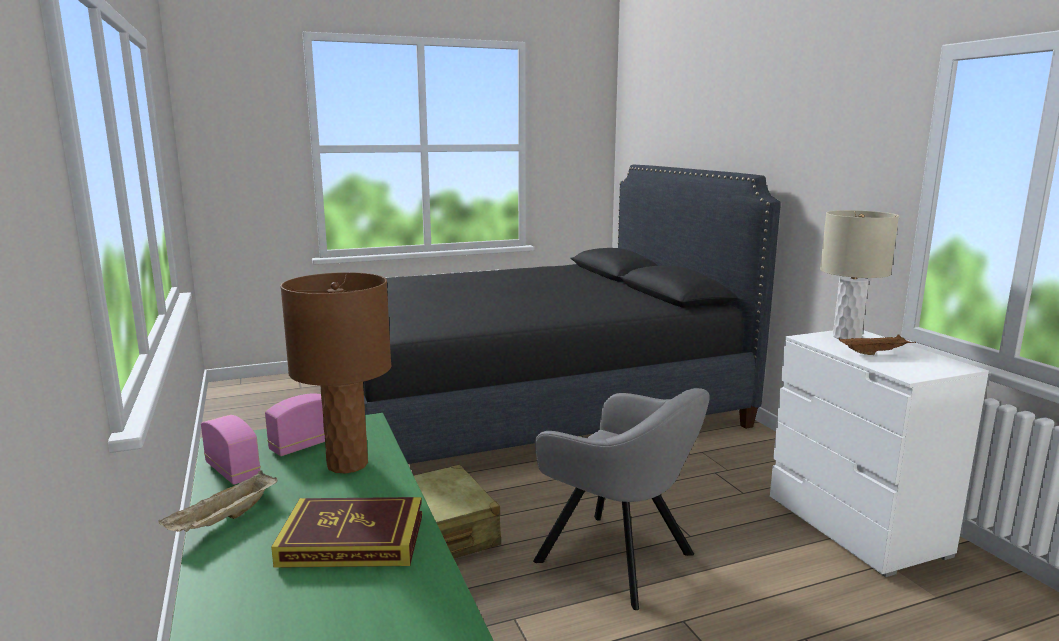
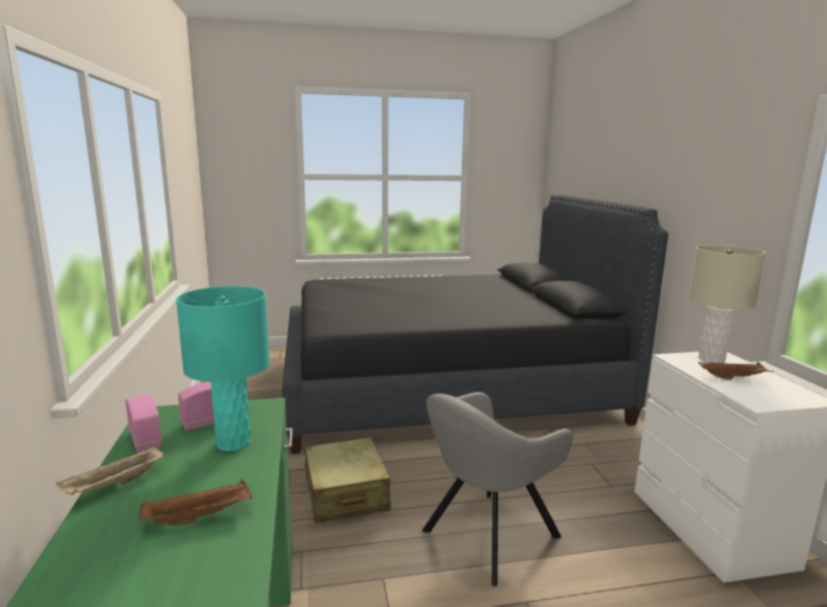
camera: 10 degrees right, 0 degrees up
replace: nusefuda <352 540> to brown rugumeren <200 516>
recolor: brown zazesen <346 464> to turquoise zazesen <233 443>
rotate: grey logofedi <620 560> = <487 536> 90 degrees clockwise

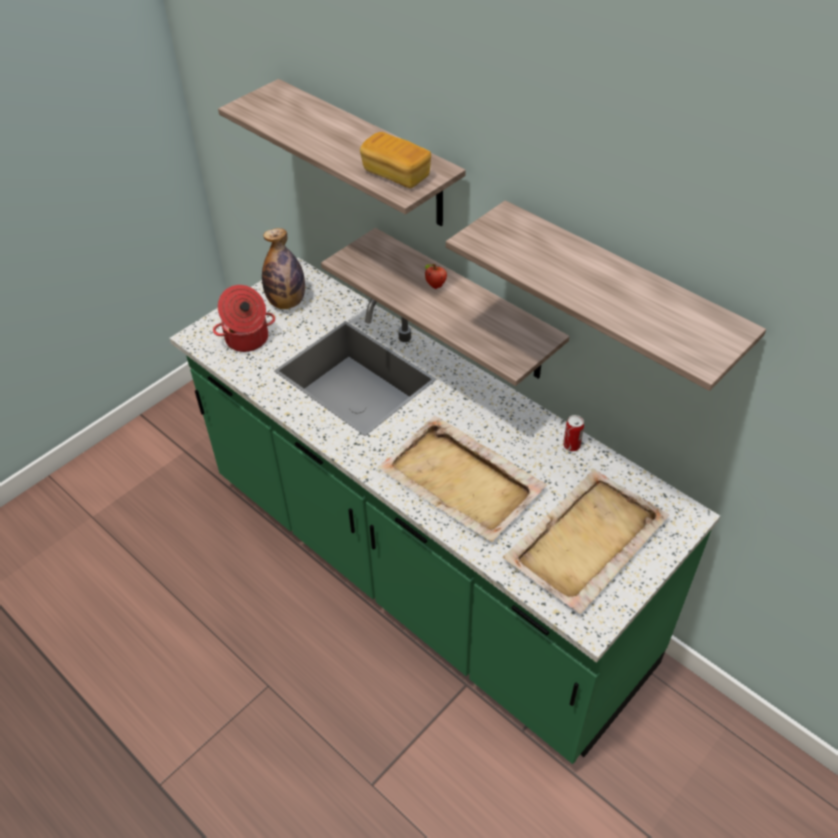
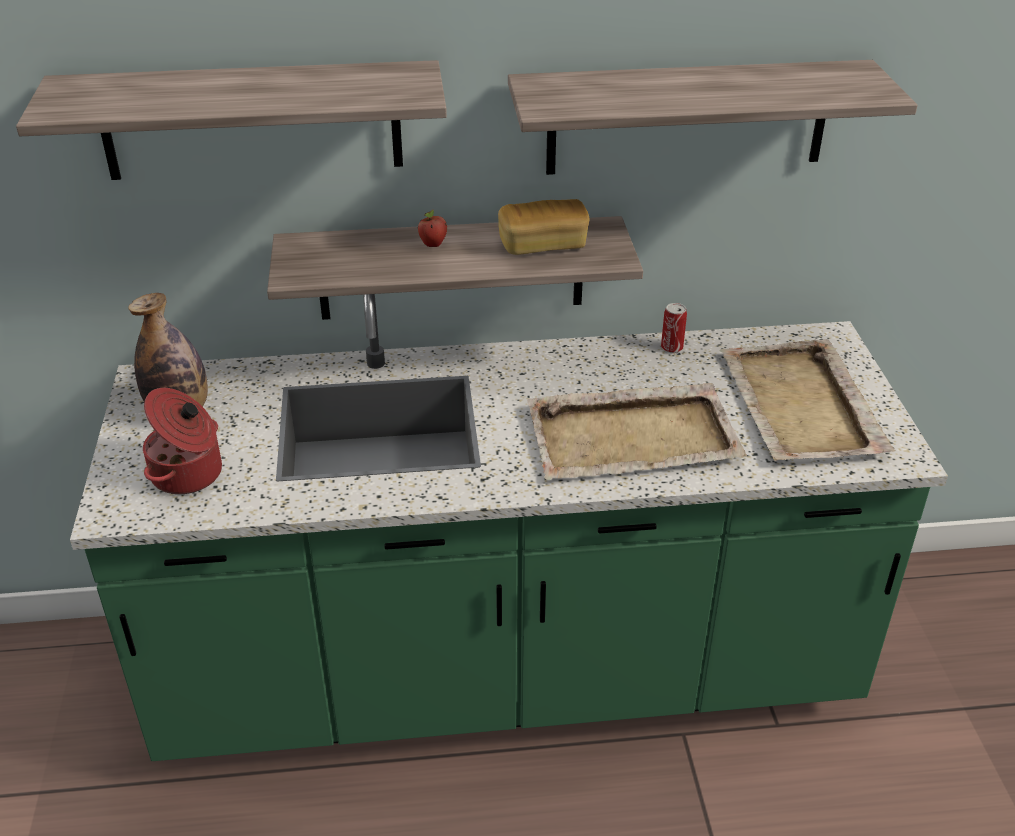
camera: 50 degrees left, 10 degrees down
move: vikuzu <396 174> to <543 245>

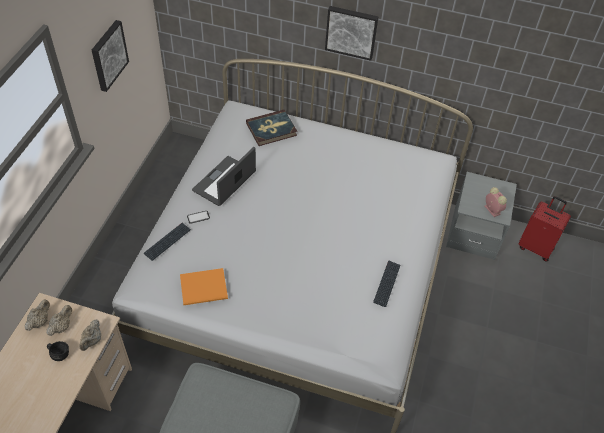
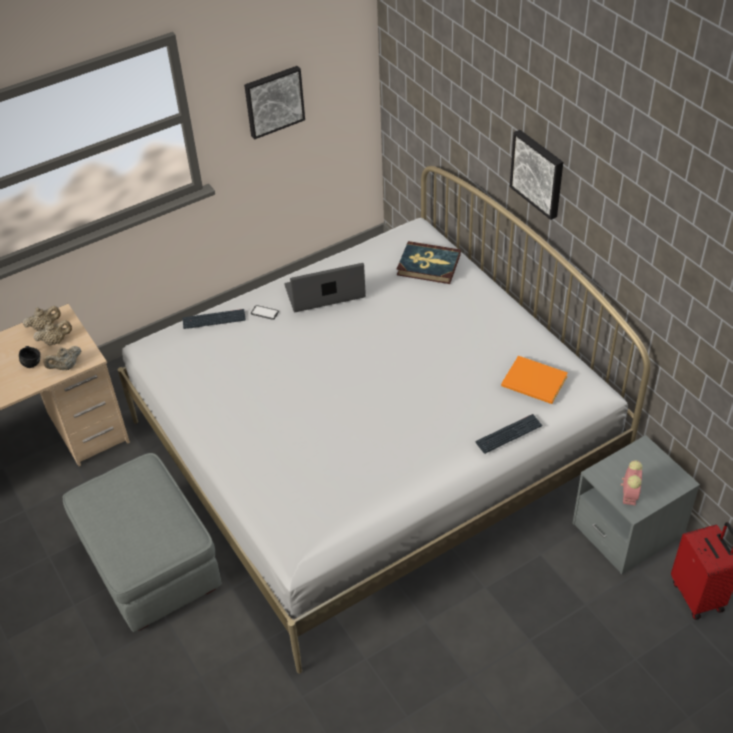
camera: 45 degrees right, 5 degrees down
move: orange nusefuda <205 288> to <535 383>; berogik <386 284> to <509 434>

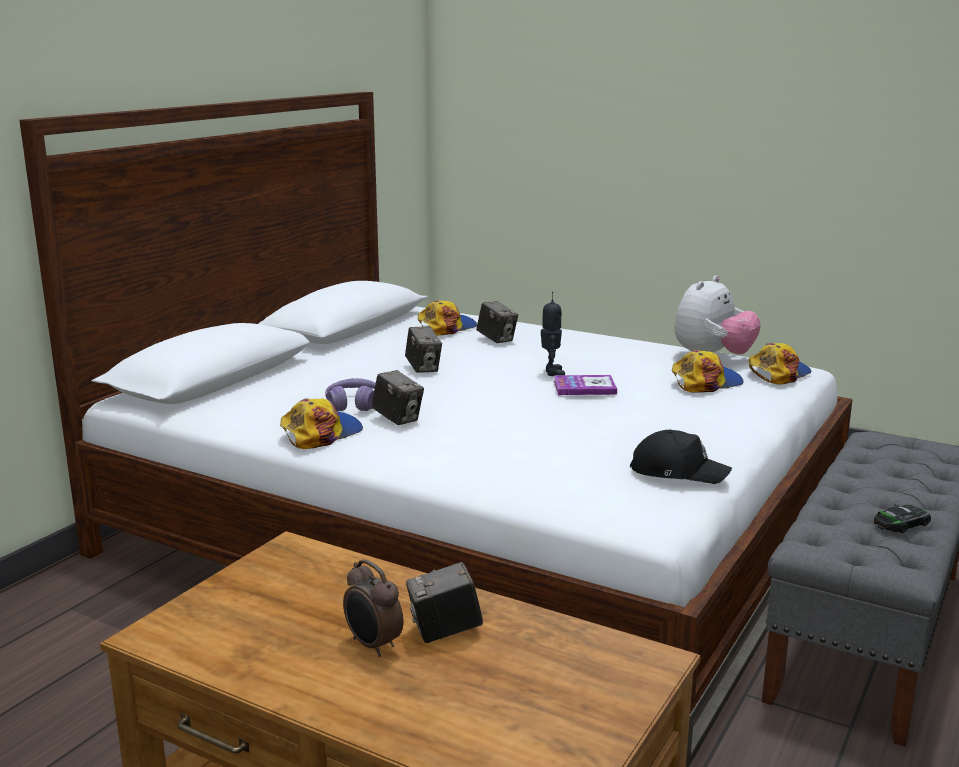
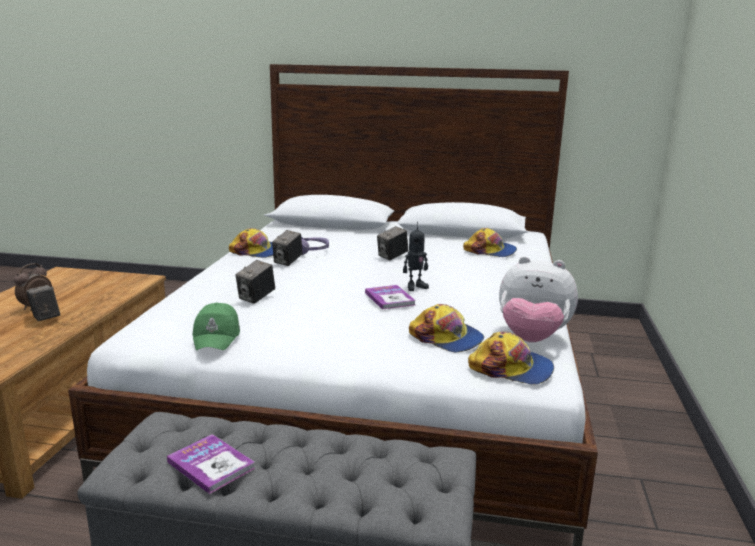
camera: 70 degrees right, 0 degrees up
move: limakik <497 339> to <256 298>
replace: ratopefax <901 524> to nusefuda <211 465>
recolor: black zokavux <677 471> to green zokavux <217 336>

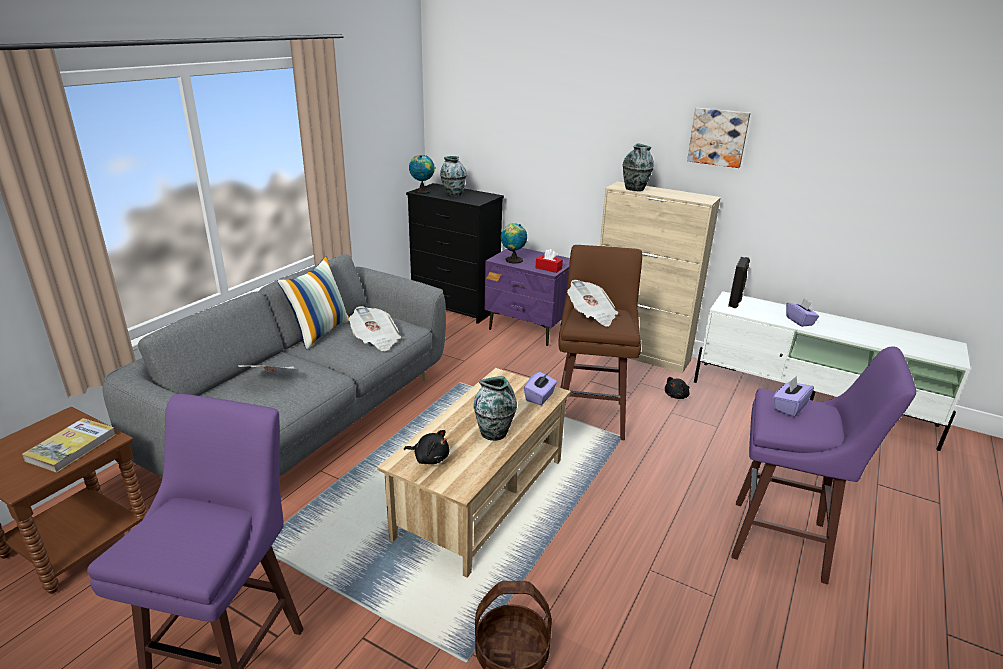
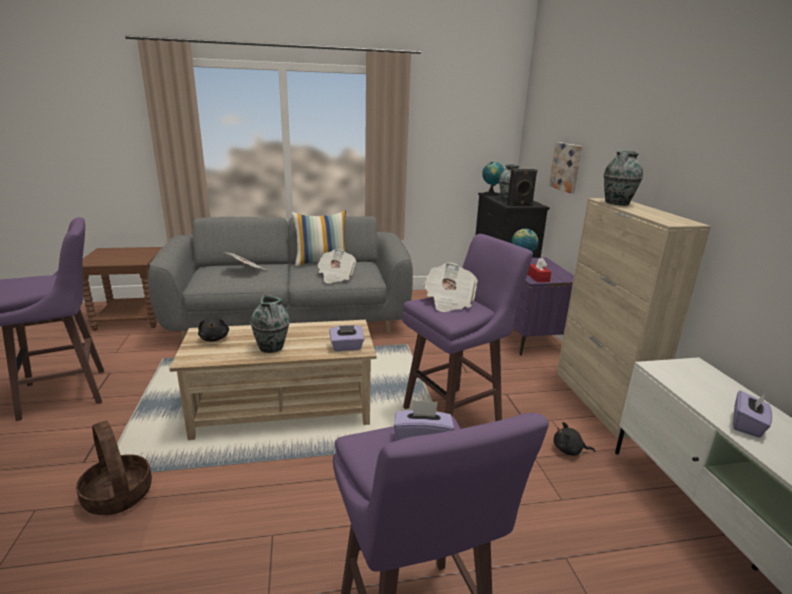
camera: 50 degrees right, 5 degrees down
delete: nusefuda <71 447>
move: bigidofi <718 137> to <567 167>; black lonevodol <735 302> to <520 205>
recolor: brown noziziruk <590 416> to purple noziziruk <454 414>

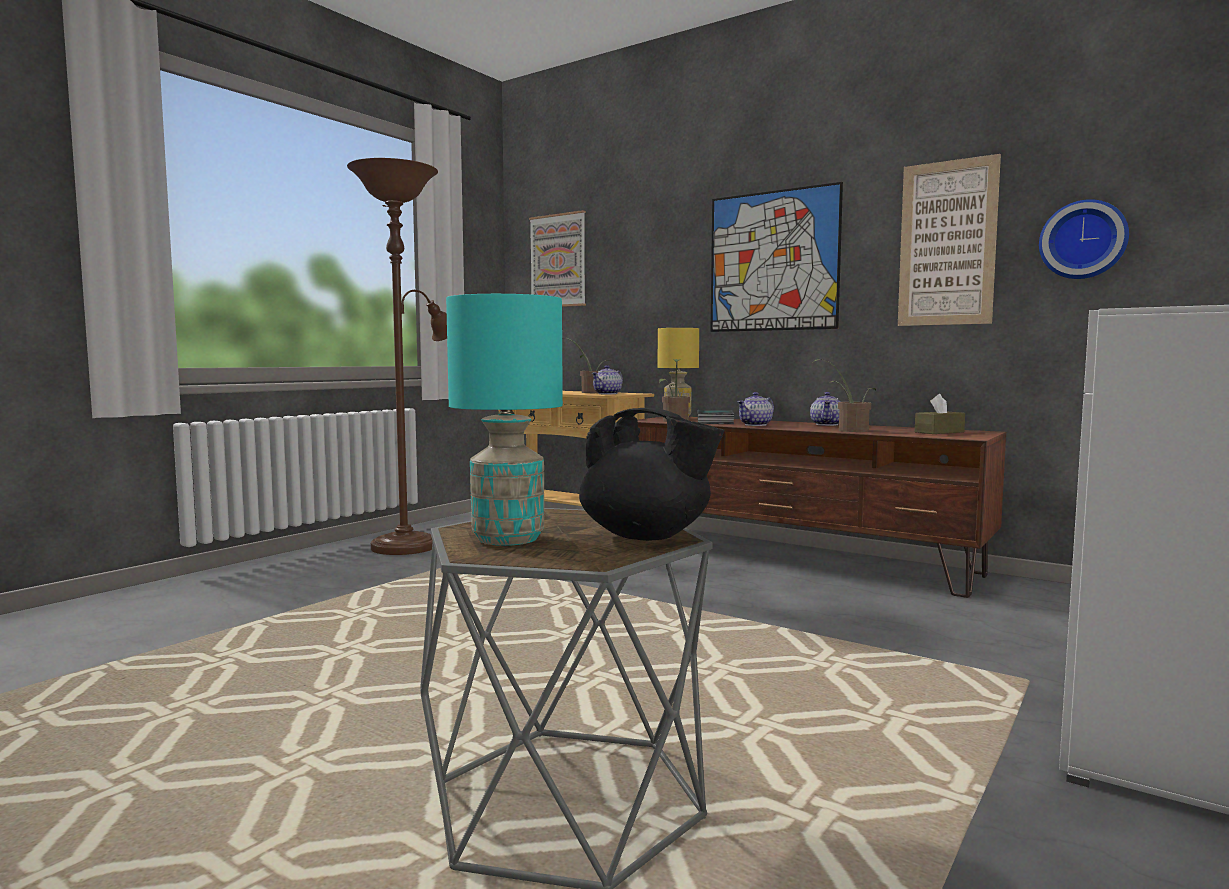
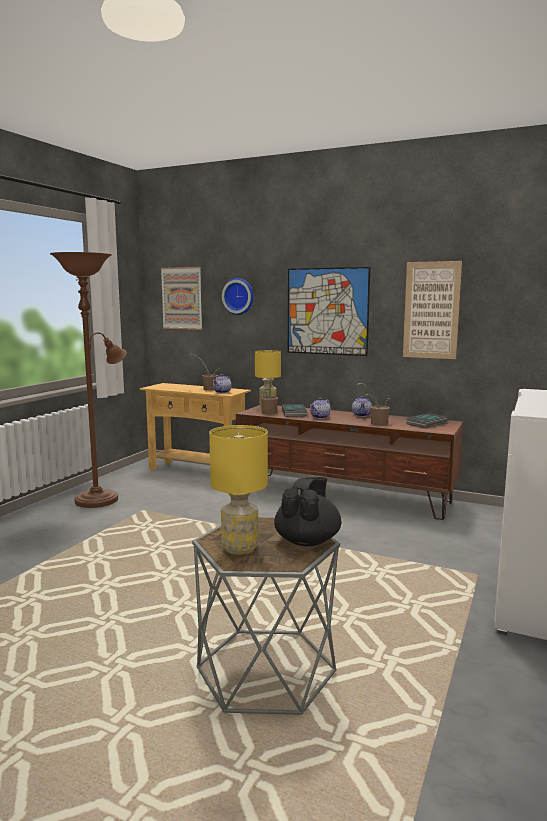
camera: 10 degrees left, 5 degrees up
move: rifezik <1083 240> to <239 296>
replace: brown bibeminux <939 432> to nusefuda <427 424>
recolor: turquoise zazesen <506 539> to yellow zazesen <239 548>
rotate: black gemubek <647 536> = <307 541> 90 degrees counterclockwise

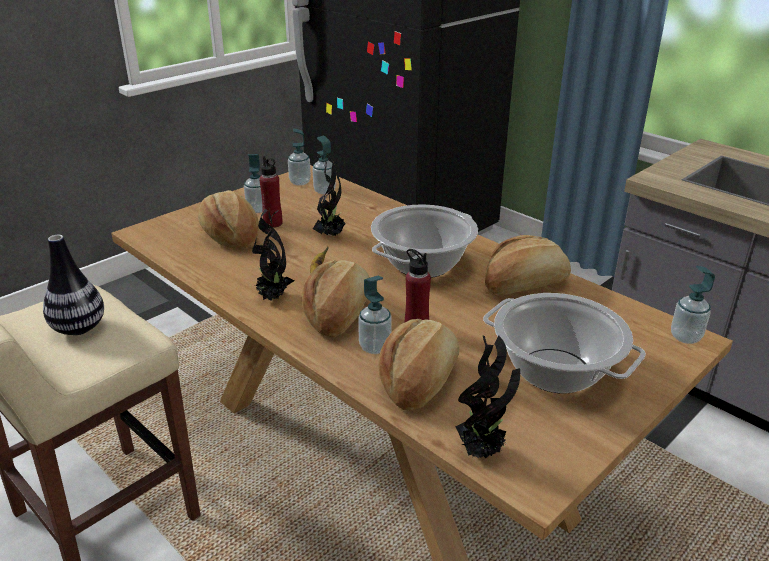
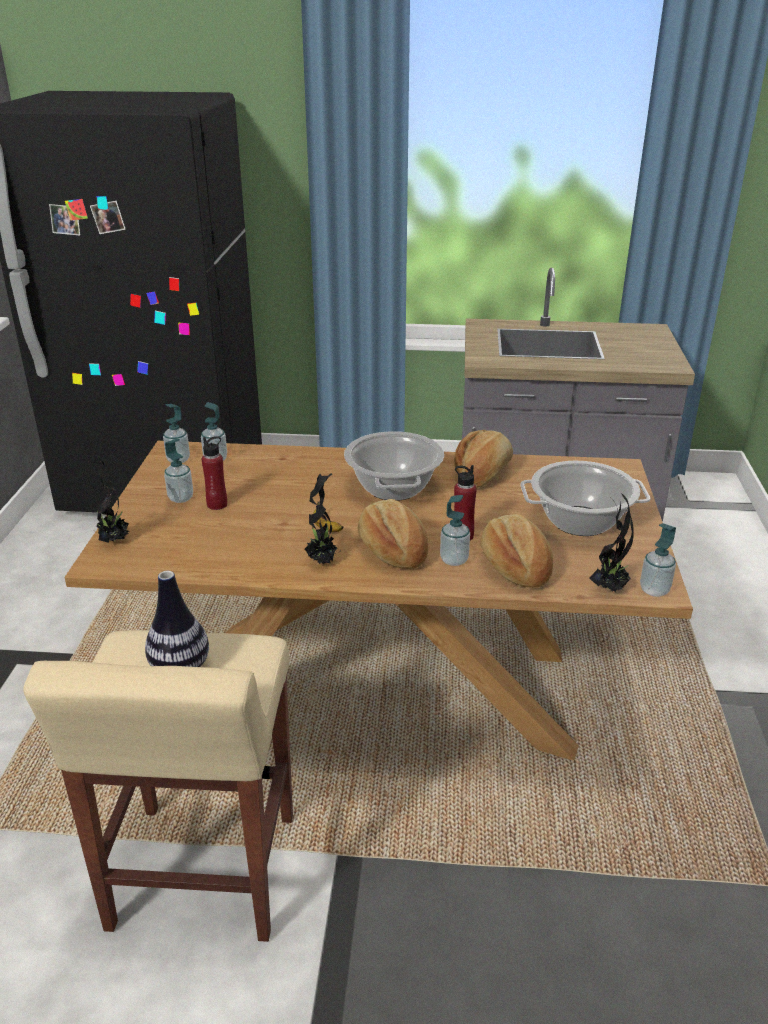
camera: 40 degrees left, 0 degrees up
delete: vikuzu <231 235>
move: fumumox <331 235> to <113 540>; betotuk <685 337> to <654 590>

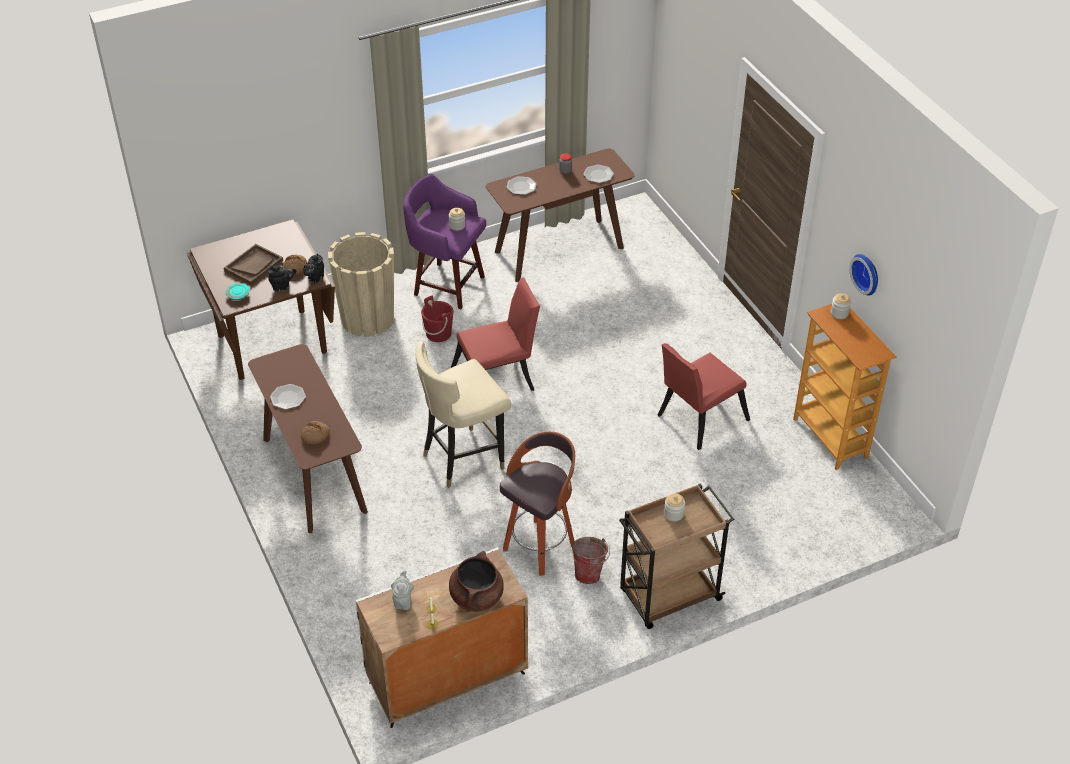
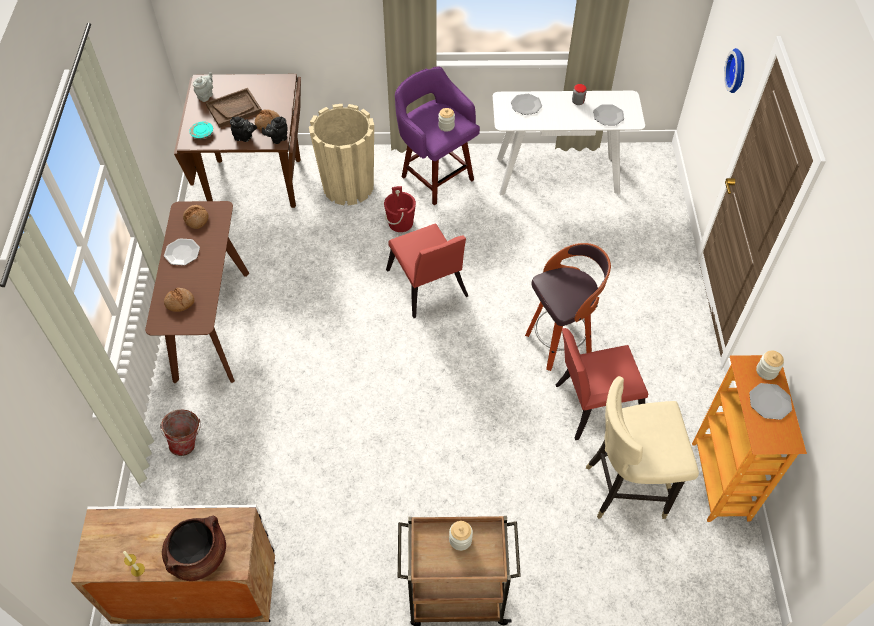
camera: 25 degrees right, 10 degrees up
insert: vikuzu <196 219>; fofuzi <769 402>
move: grey gemubek <403 600> to <206 95>; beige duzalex <463 458> to <626 487>; noziziruk <540 546> to <559 343>; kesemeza <590 572> to <188 443>; rifezik <867 273> to <738 70>
recolor: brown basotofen <559 249> to white basotofen <557 175>
rotate: red duzalex <498 378> = <428 288> 60 degrees clockwise

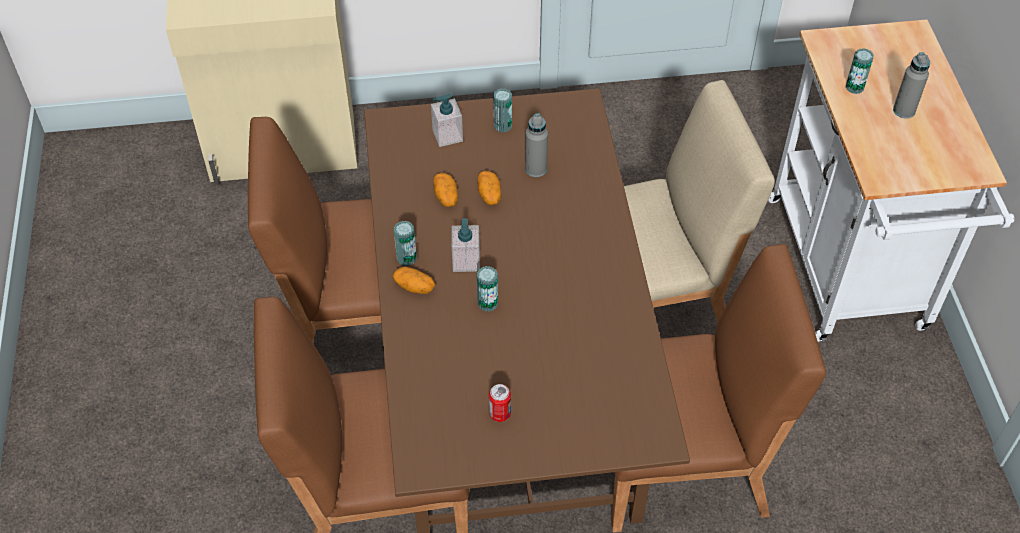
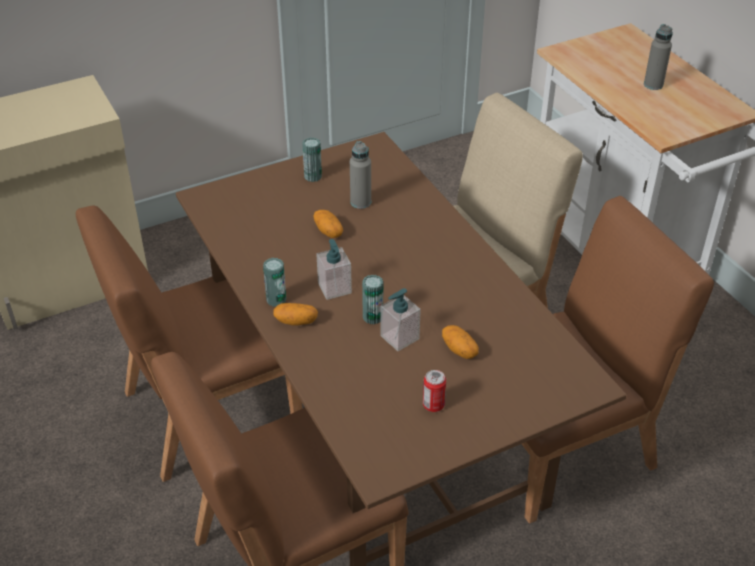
camera: 20 degrees left, 10 degrees down
delete: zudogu <854 87>
move: betotuk <447 136> to <399 337>; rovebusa <446 197> to <459 350>

